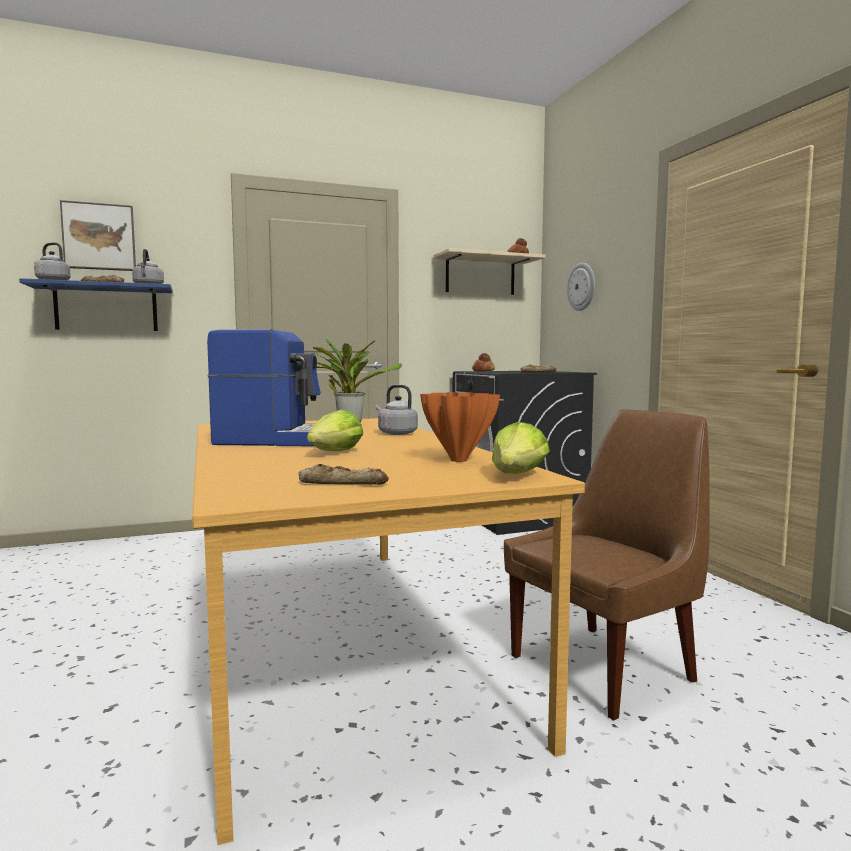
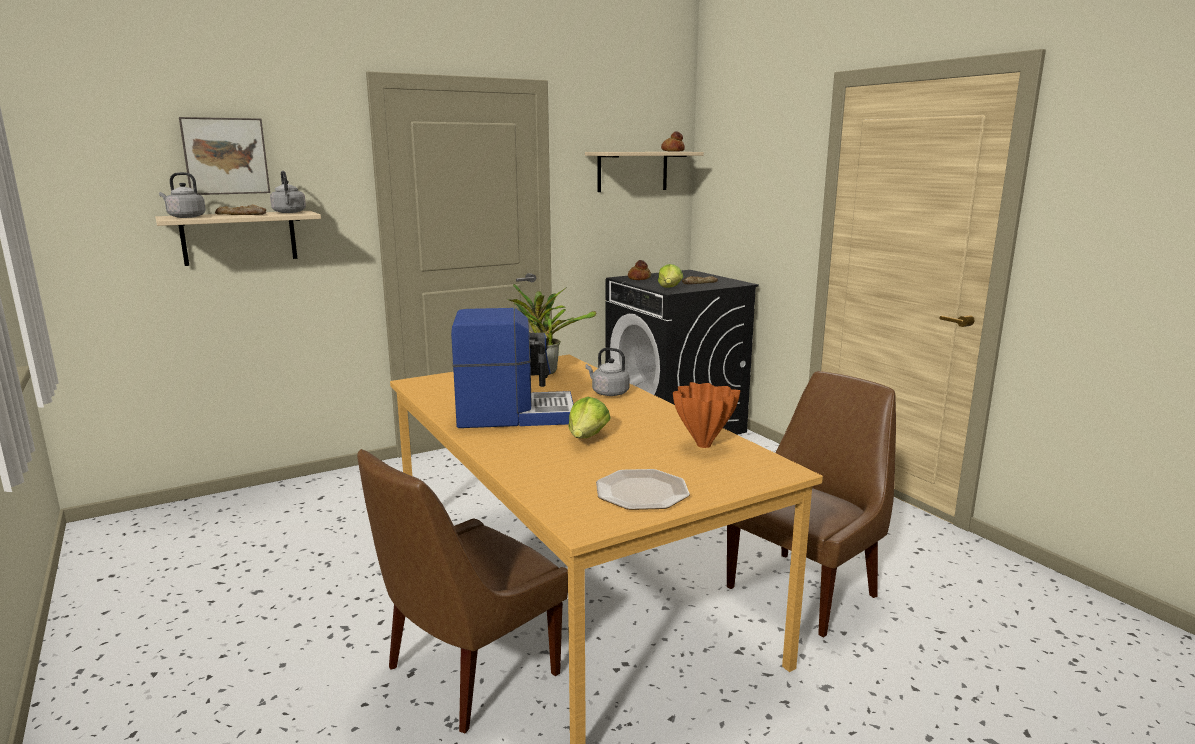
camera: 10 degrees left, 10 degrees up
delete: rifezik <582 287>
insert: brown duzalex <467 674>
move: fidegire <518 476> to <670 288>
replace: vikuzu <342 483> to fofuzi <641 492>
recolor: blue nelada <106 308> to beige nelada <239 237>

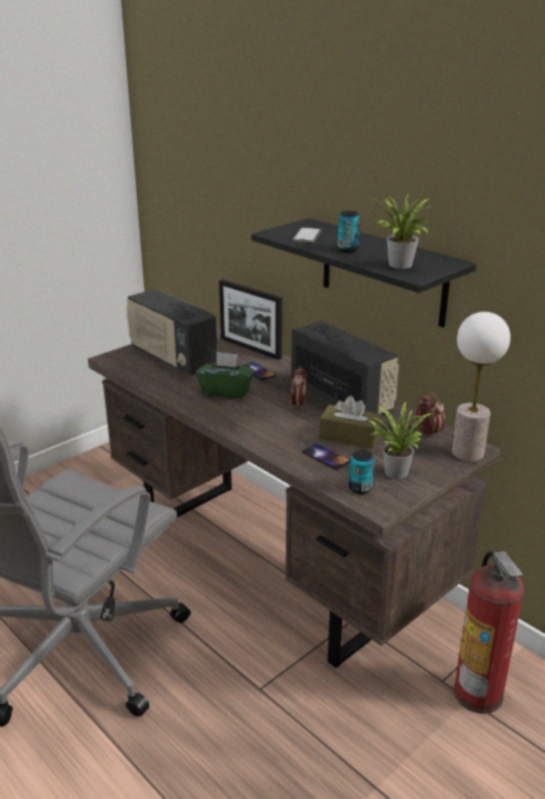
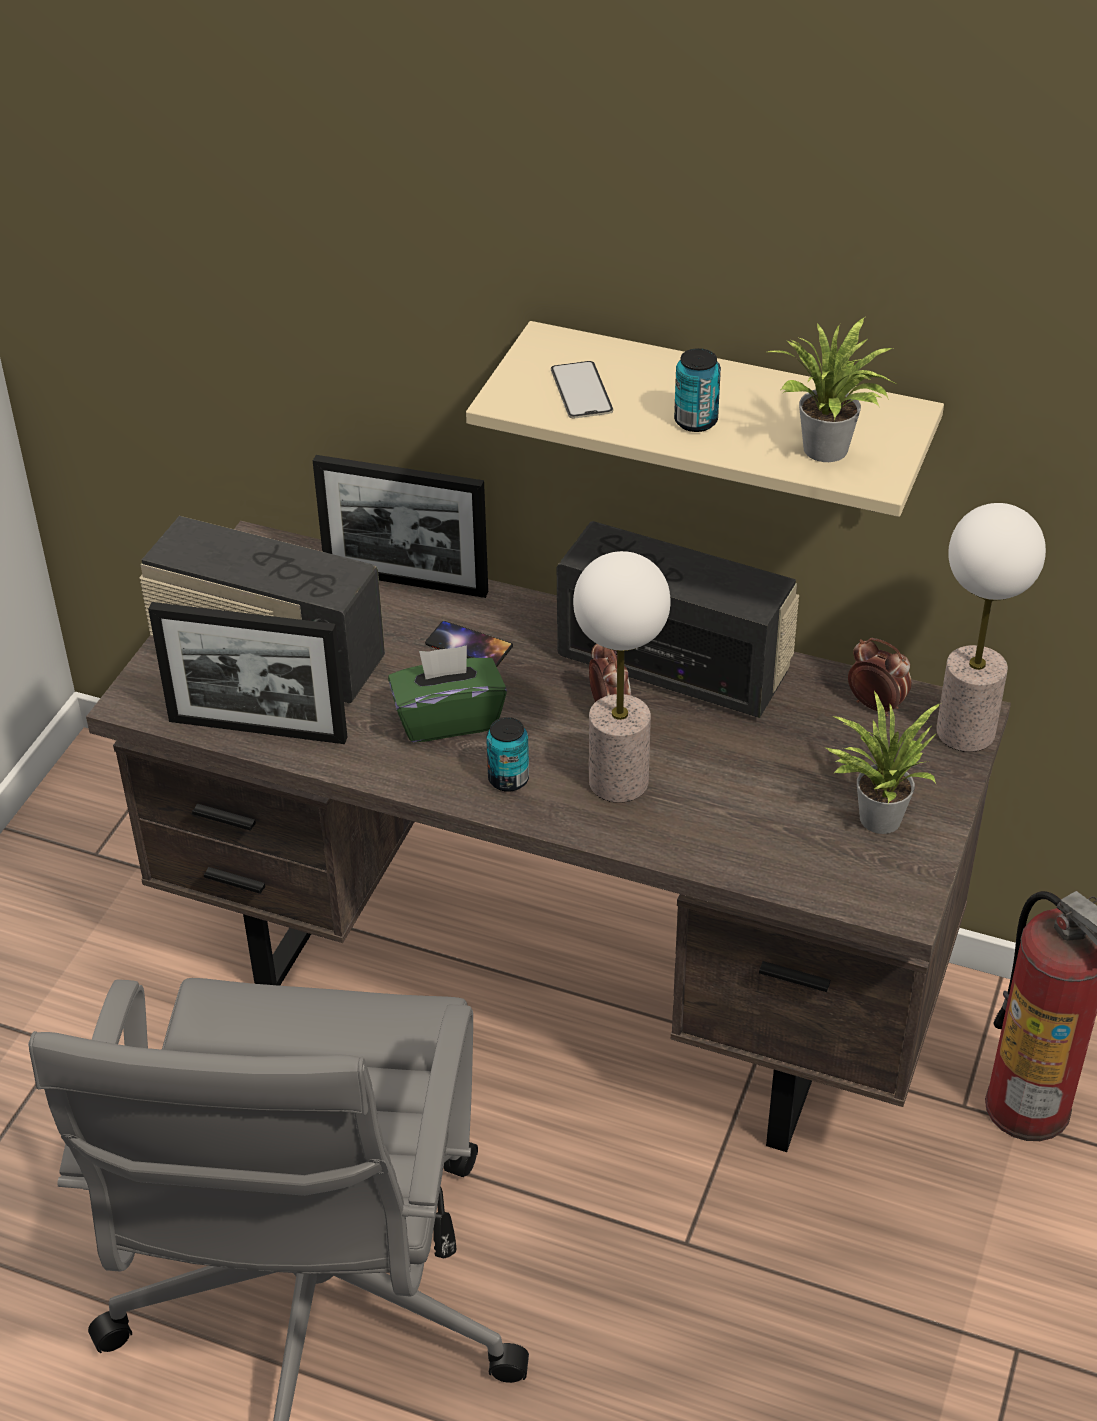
camera: 25 degrees left, 15 degrees up
delete: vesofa <325 457>; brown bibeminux <349 436>
insert: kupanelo <257 729>; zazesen <618 782>
move: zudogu <360 488> to <508 779>
recolor: black nelada <383 272> to beige nelada <727 419>

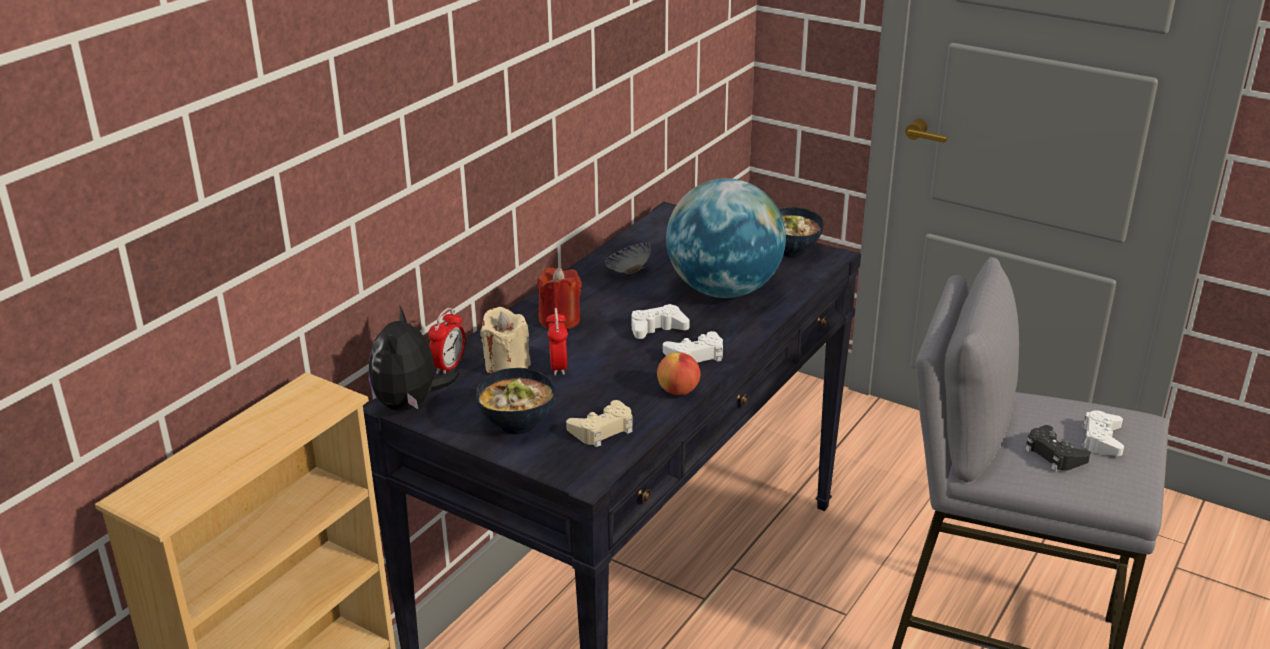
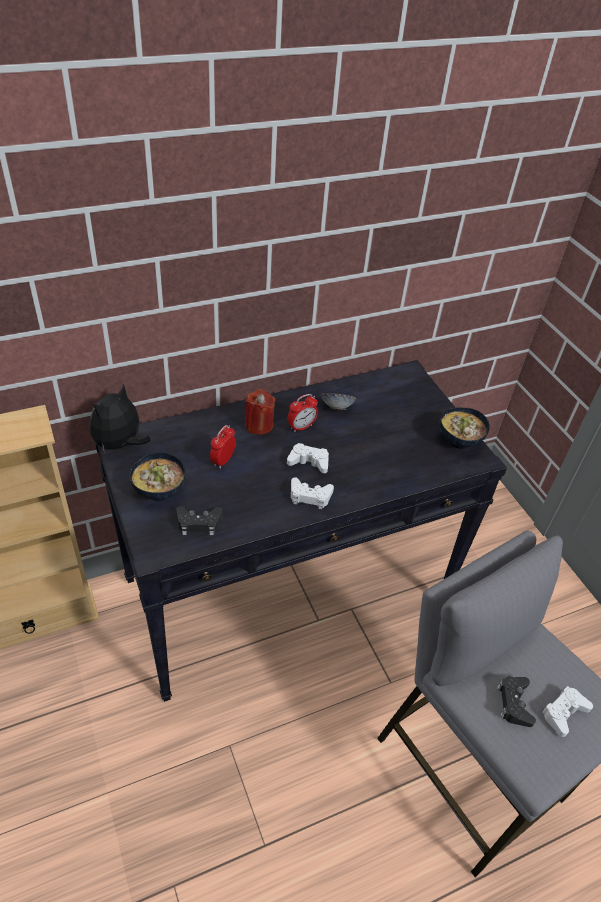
camera: 30 degrees right, 15 degrees up
delete: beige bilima <506 367>; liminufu <678 391>; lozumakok <724 290>
move: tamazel <449 366> to <301 427>
recolor: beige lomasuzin <603 430> to black lomasuzin <199 523>

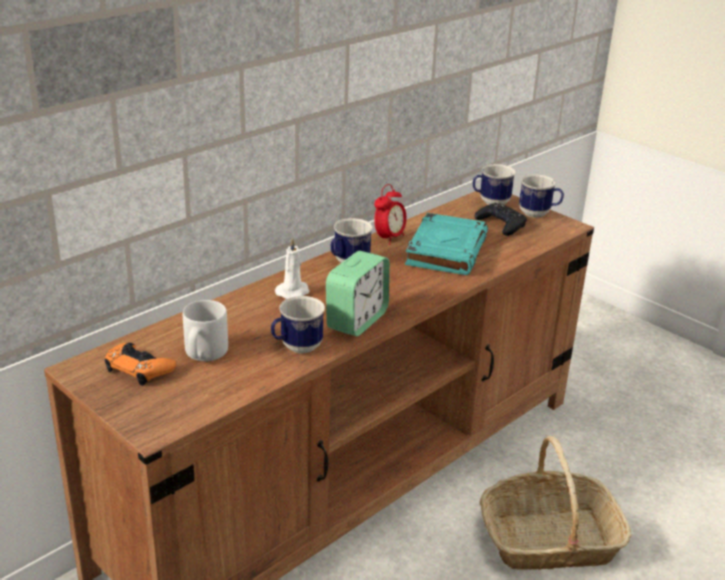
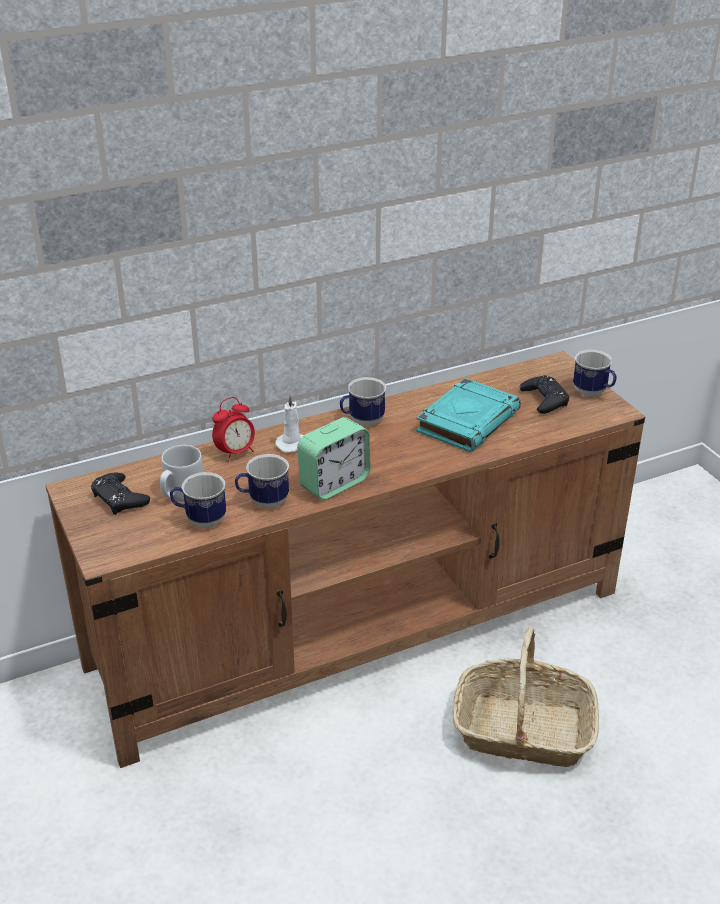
camera: 20 degrees right, 5 degrees up
move: tamazel <389 238> to <235 453>; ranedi <490 203> to <200 520>
recolor: orange lomasuzin <139 368> to black lomasuzin <120 498>

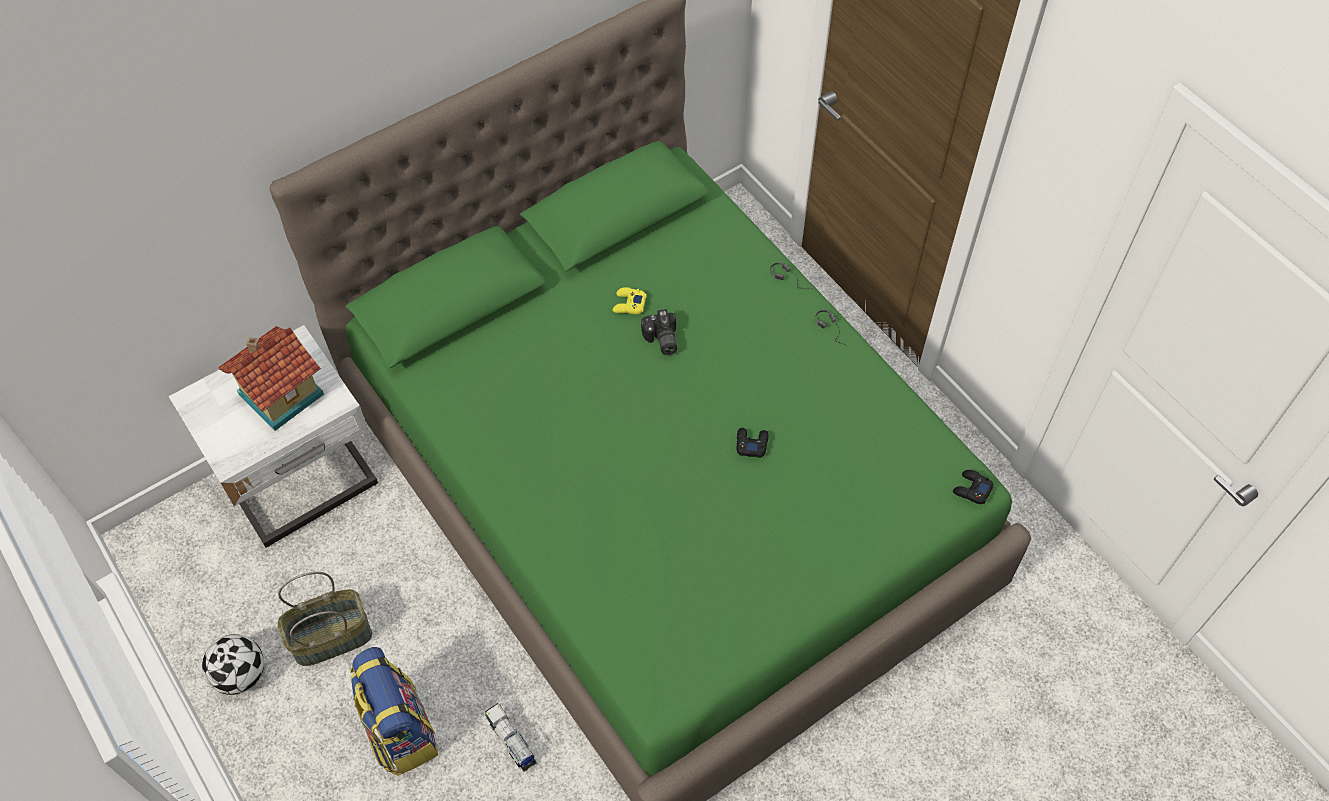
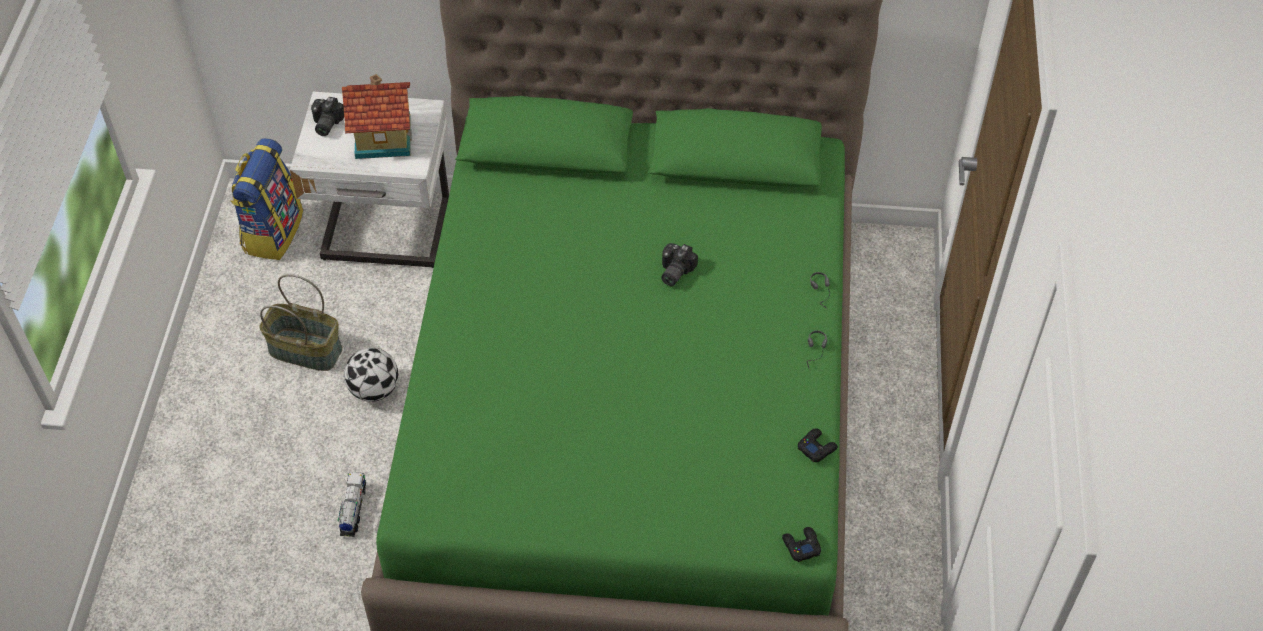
camera: 40 degrees right, 5 degrees down
delete: yellow lomasuzin <629 304>
insert: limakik <325 124>
move: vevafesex <240 675> to <374 390>; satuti <400 731> to <272 231>; black lomasuzin <751 444> to <816 447>

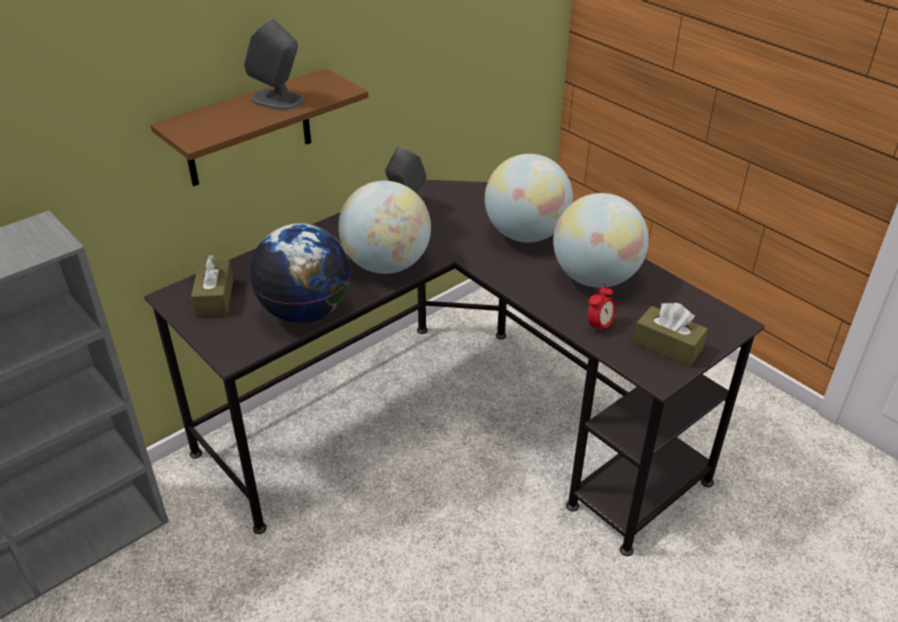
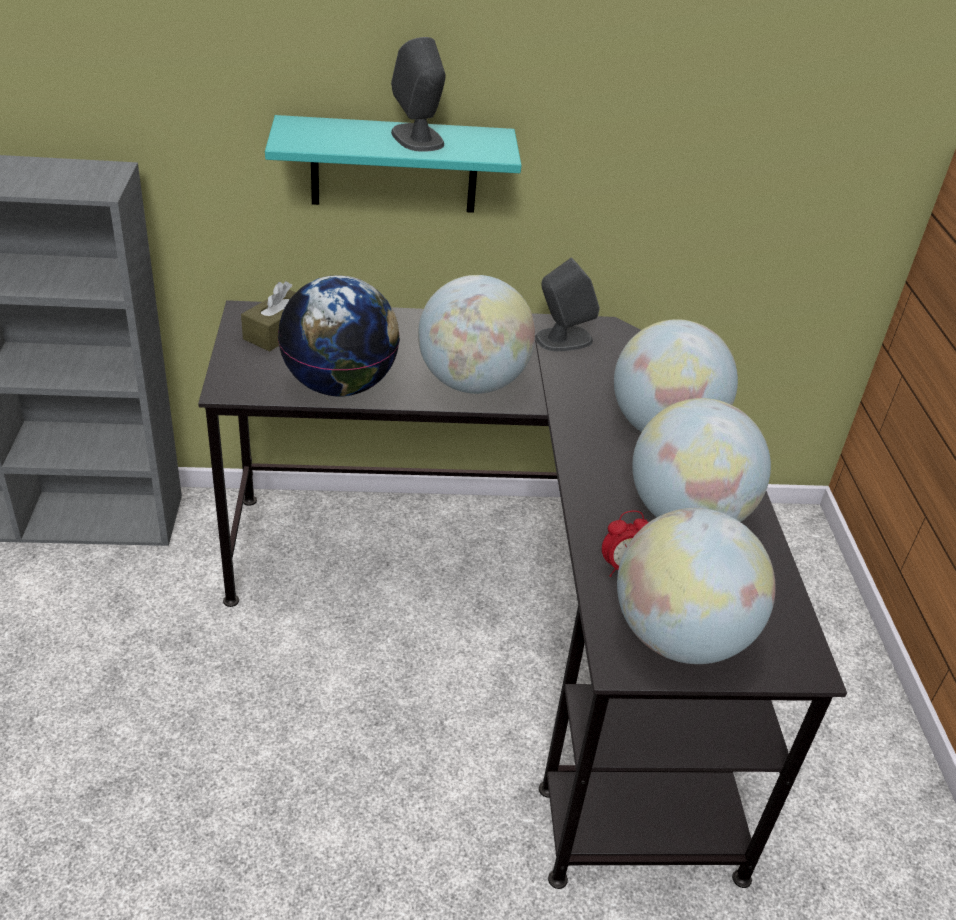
camera: 35 degrees right, 0 degrees up
replace: brown bibeminux <667 345> to lozumakok <679 637>
recolor: brown nelada <248 129> to turquoise nelada <394 165>

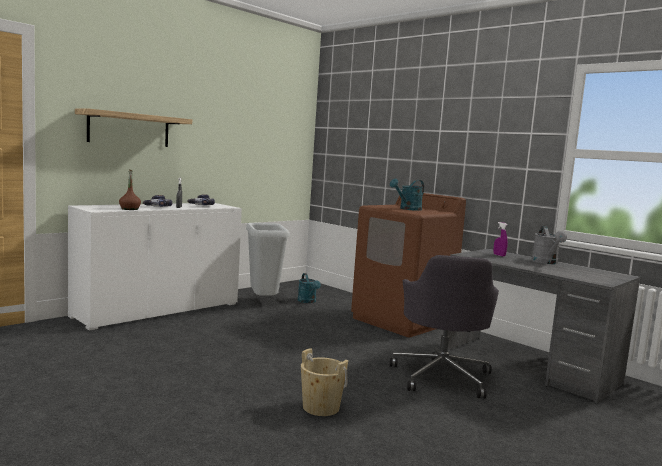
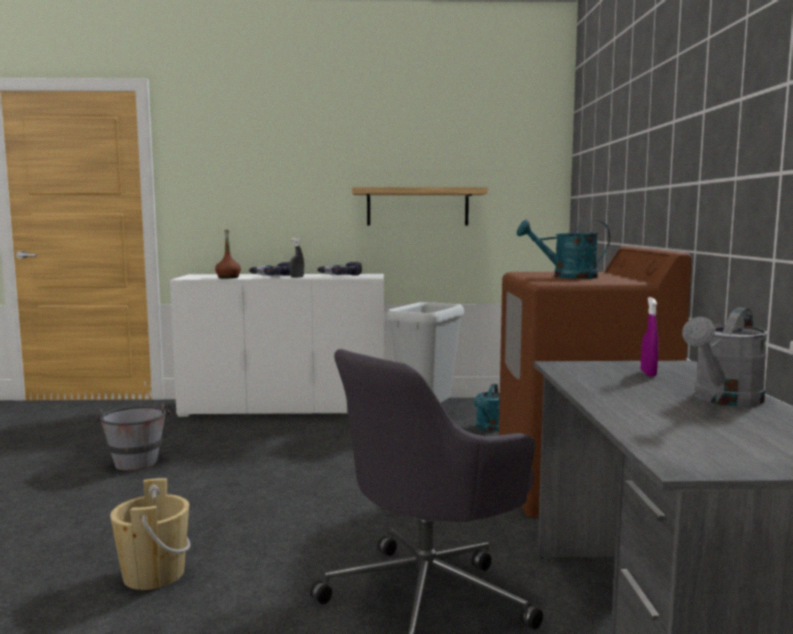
camera: 45 degrees right, 0 degrees up
insert: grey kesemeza <136 460>
move: nelada <129 129> to <417 207>

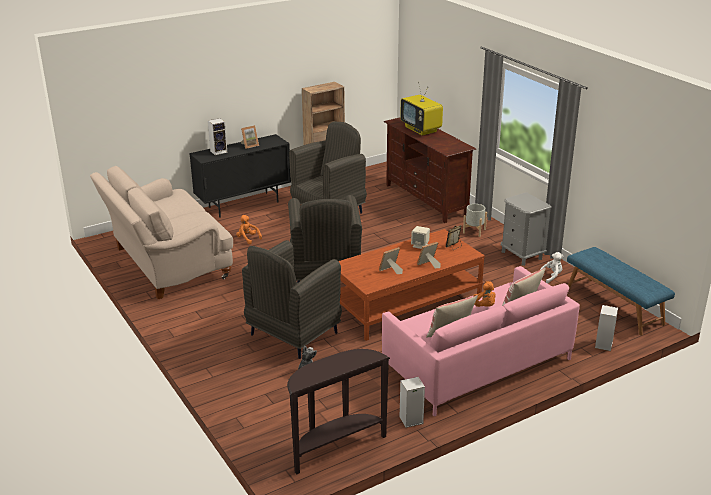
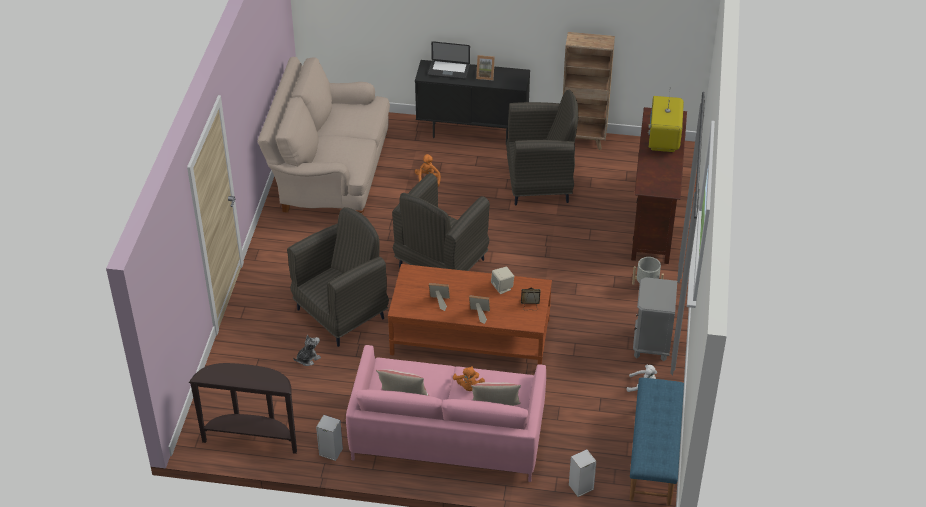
camera: 40 degrees right, 15 degrees up
replace: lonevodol <219 151> to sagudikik <448 70>
rotate: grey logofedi <293 335> = <342 313> 150 degrees clockwise

